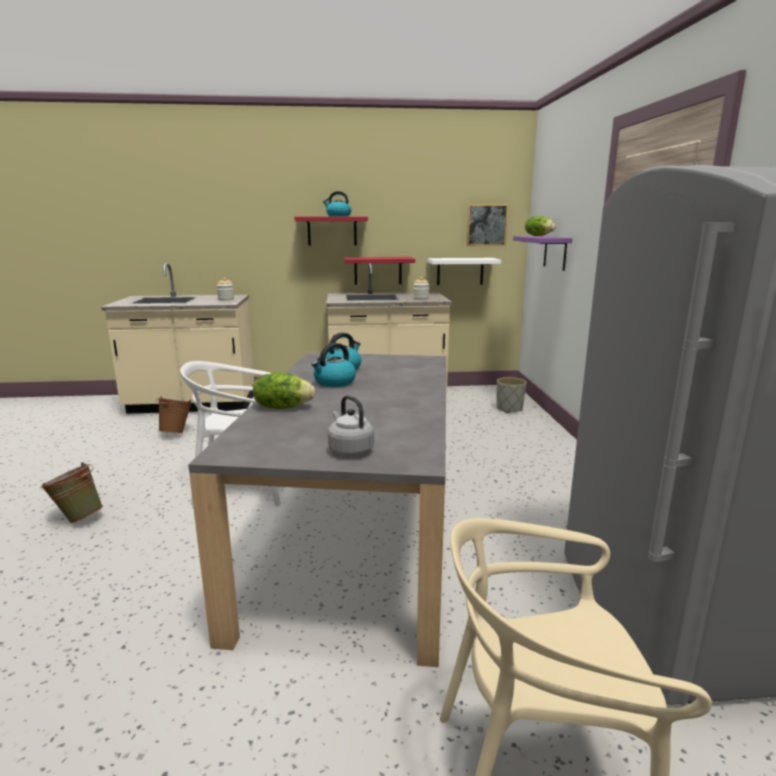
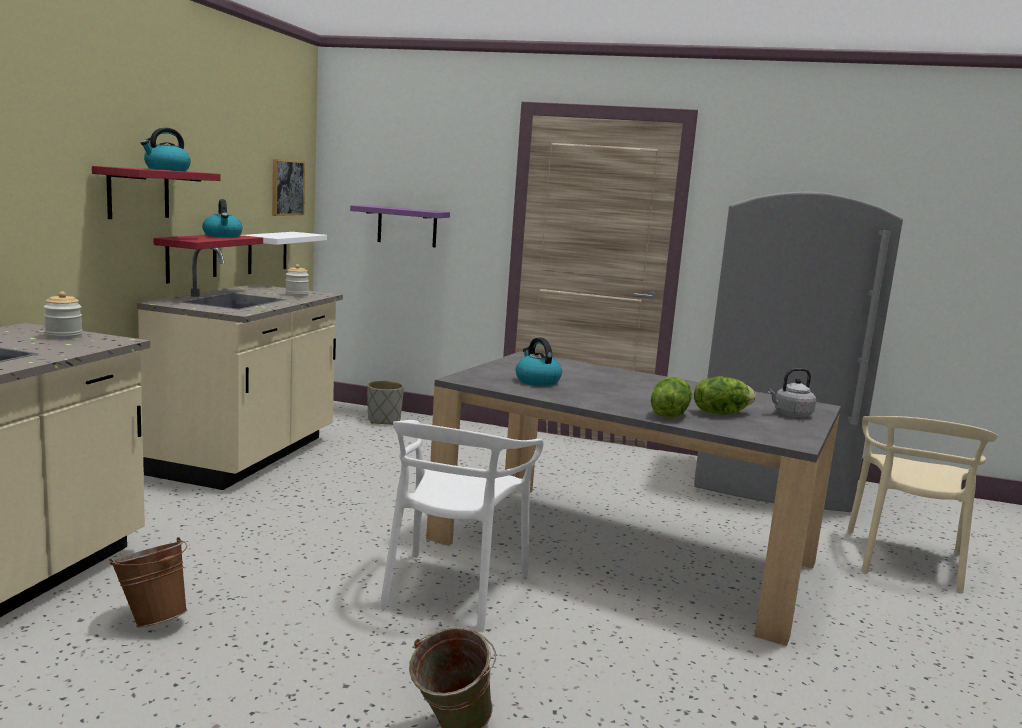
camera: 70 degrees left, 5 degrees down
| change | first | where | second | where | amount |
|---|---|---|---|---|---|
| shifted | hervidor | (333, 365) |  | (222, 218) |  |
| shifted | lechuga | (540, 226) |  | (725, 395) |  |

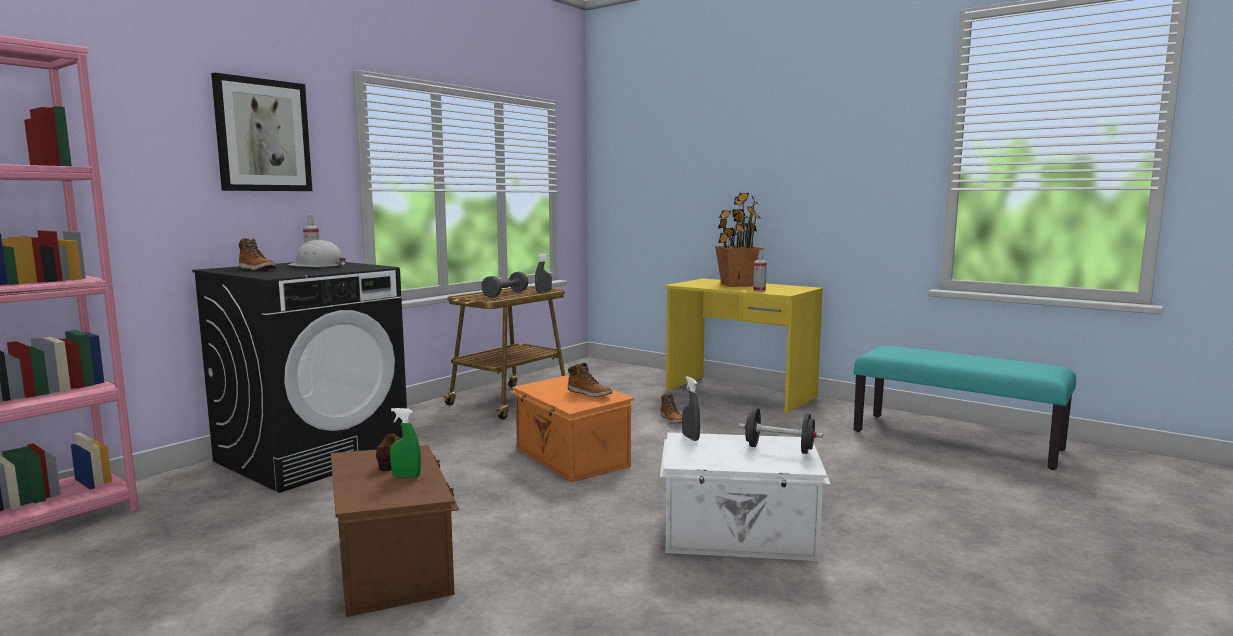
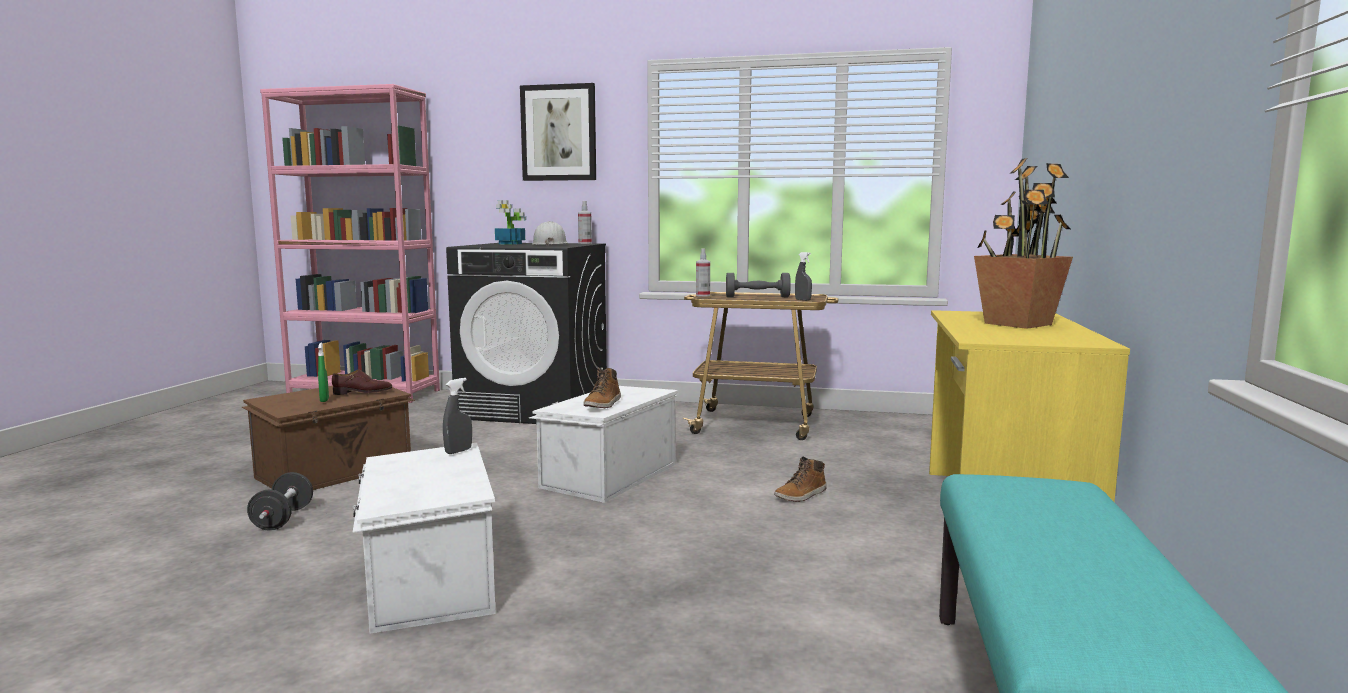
camera: 65 degrees right, 0 degrees up
| change | first | where | second | where | amount |
|---|---|---|---|---|---|
| swapped | bota | (257, 254) | planta en maceta | (510, 222) |  |
| repainted | caja de almacenaje/naranja | (572, 428) | caja de almacenaje/blanco | (603, 444) |  |
| shifted | mancuerna/negro | (781, 431) |  | (280, 501) |  |
| shifted | pulverizador | (760, 271) |  | (703, 272) |  |

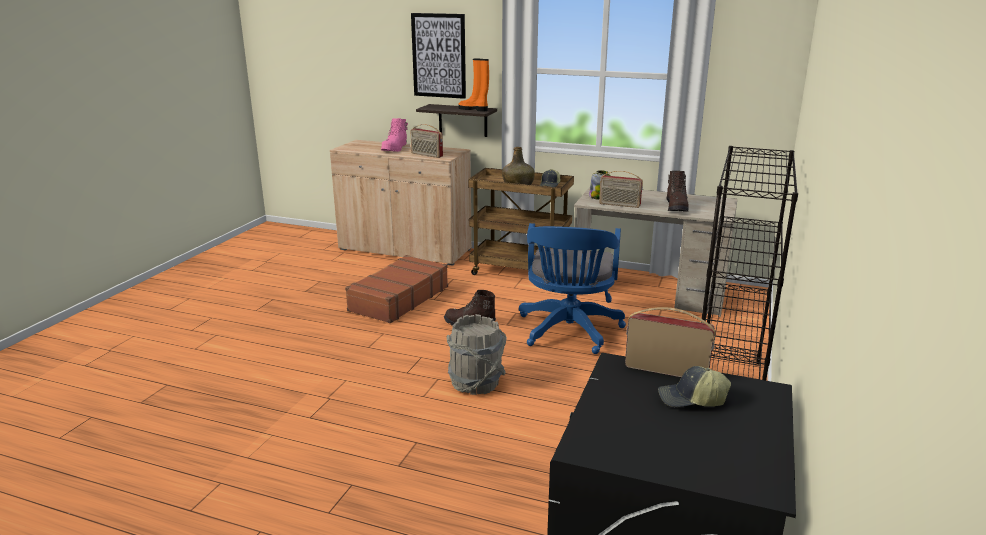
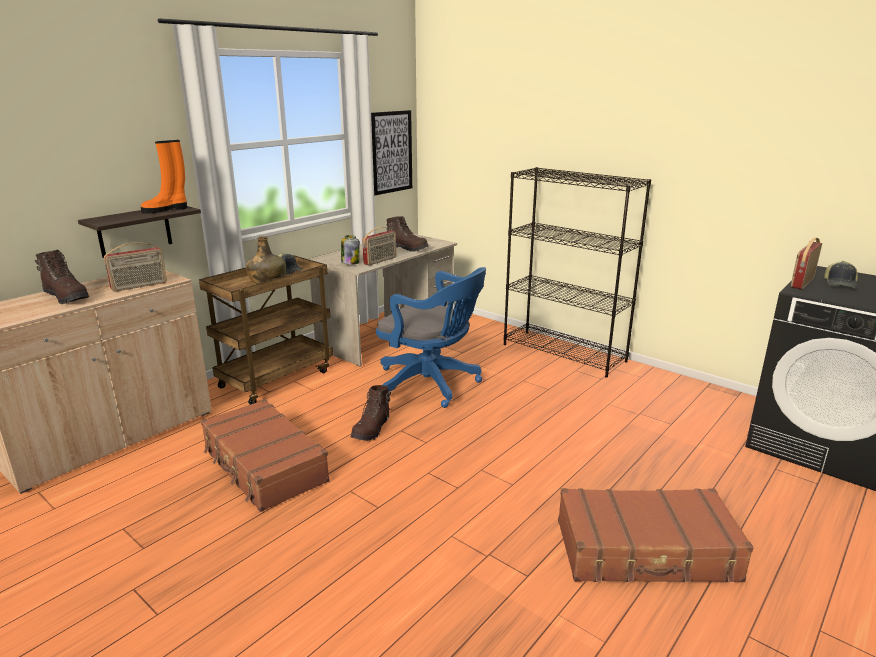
camera: 70 degrees left, 0 degrees up
| change | first | where | second | where | amount |
|---|---|---|---|---|---|
| repainted | bota/rosa | (394, 135) | bota/marrón | (62, 277) |  |
| shifted | cuadro | (438, 56) |  | (391, 152) |  |
| gone | cubo/gris | (477, 354) |  |  |  |
| new |  |  | maleta/marrón | (656, 535) |  |

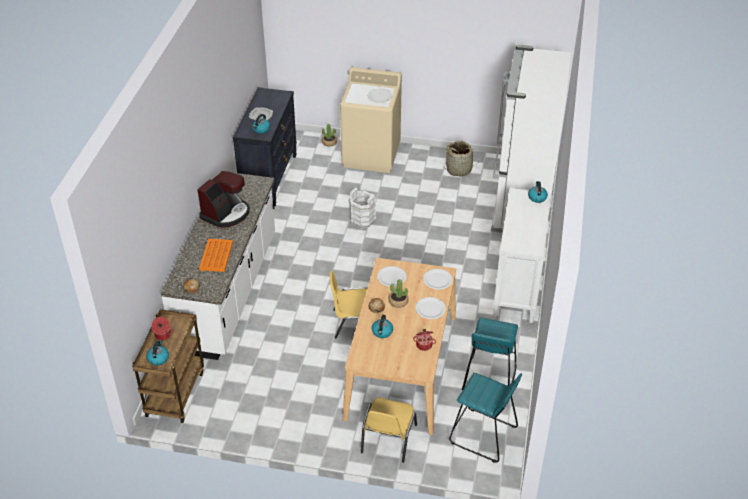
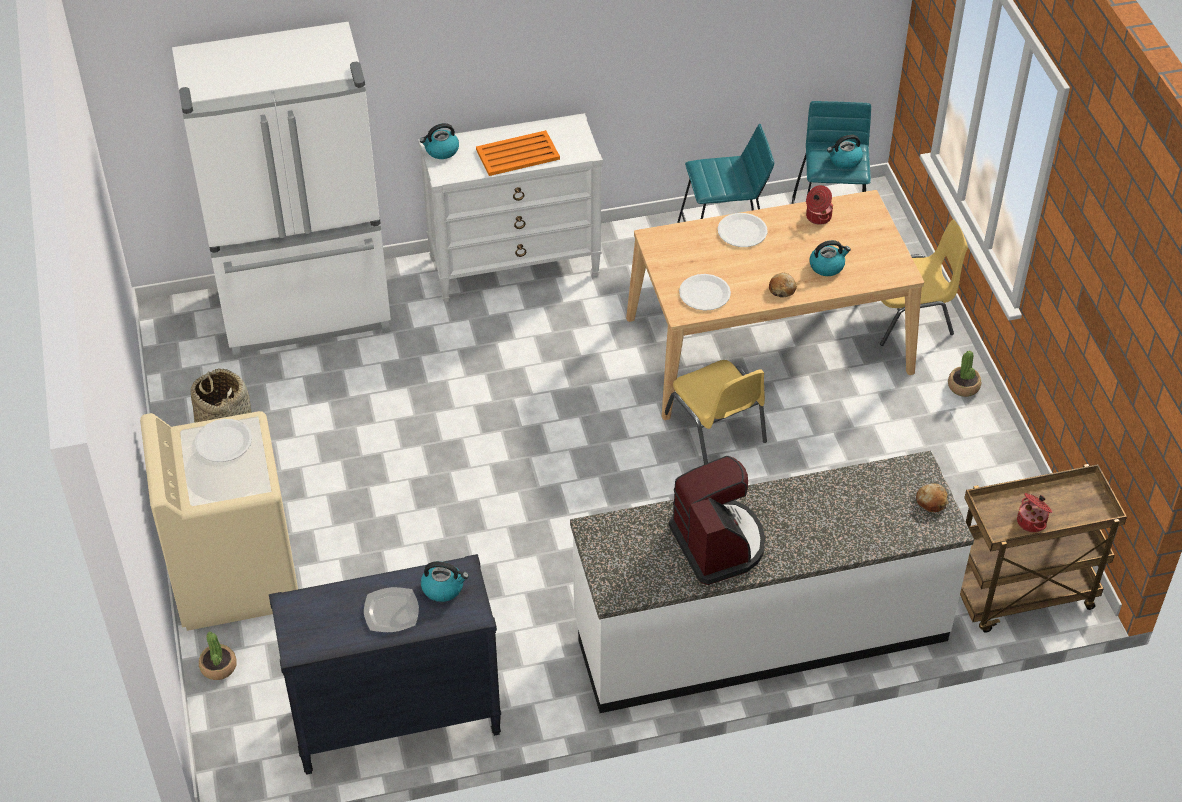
camera: 115 degrees left, 5 degrees up
| change | first | where | second | where | amount |
|---|---|---|---|---|---|
| shifted | hervidor | (157, 352) |  | (845, 151) |  |
| rotated | cafetera | (223, 199) |  | (717, 520) | 60 degrees clockwise |
| shifted | bandeja/naranja | (216, 255) |  | (518, 153) |  |
| gone | cubo/blanco | (363, 207) |  |  |  |
| shifted | planta en maceta | (398, 293) |  | (964, 374) |  |
| gone | plato/blanco | (438, 279) |  |  |  |

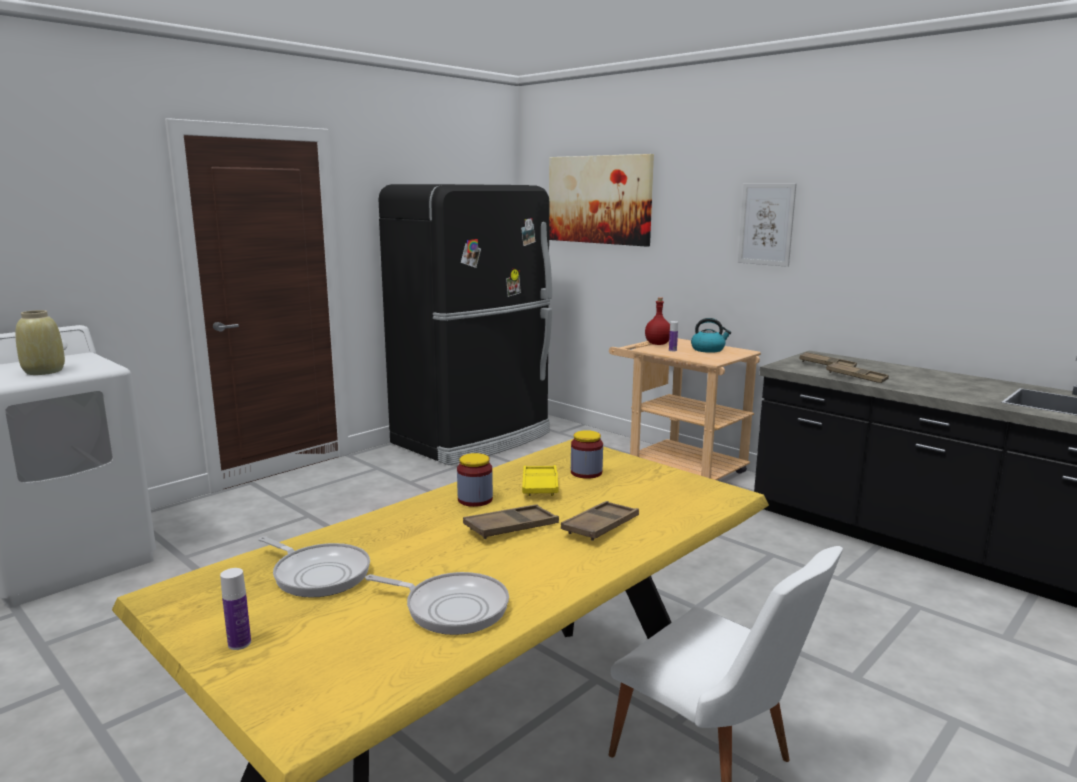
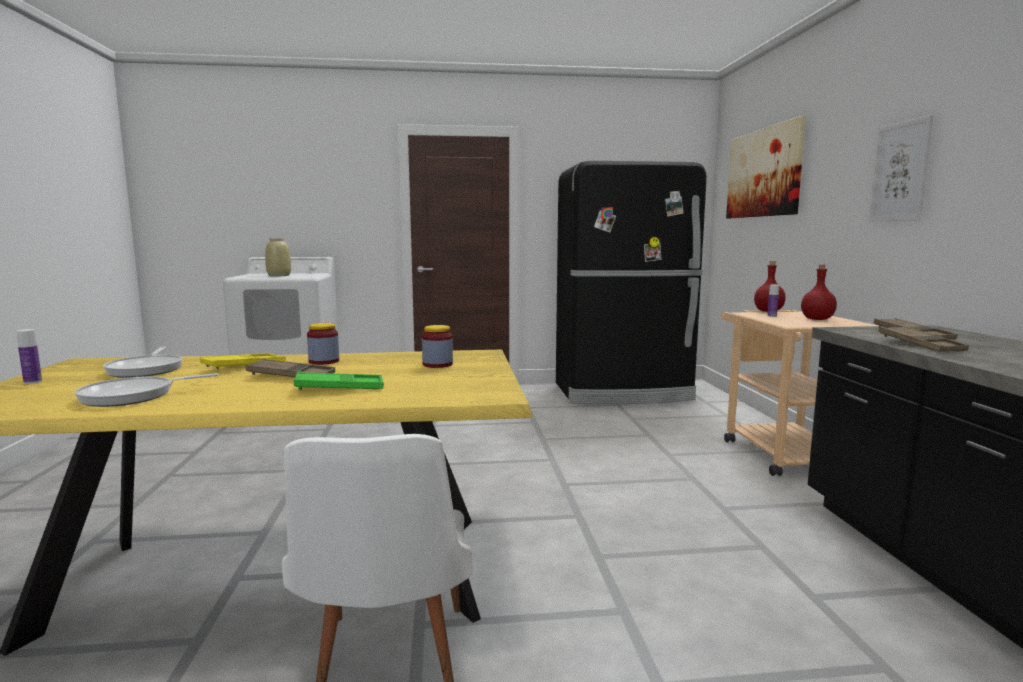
camera: 40 degrees right, 5 degrees down
| change | first | where | second | where | amount |
|---|---|---|---|---|---|
| rotated | sartén | (437, 603) |  | (147, 390) | 90 degrees clockwise |
| shifted | bandeja/amarillo | (540, 480) |  | (243, 361) |  |
| repainted | bandeja/marrón | (600, 521) | bandeja/verde | (339, 381) |  |
| swapped | hervidor | (711, 335) | botella/rojo | (819, 292) |  |

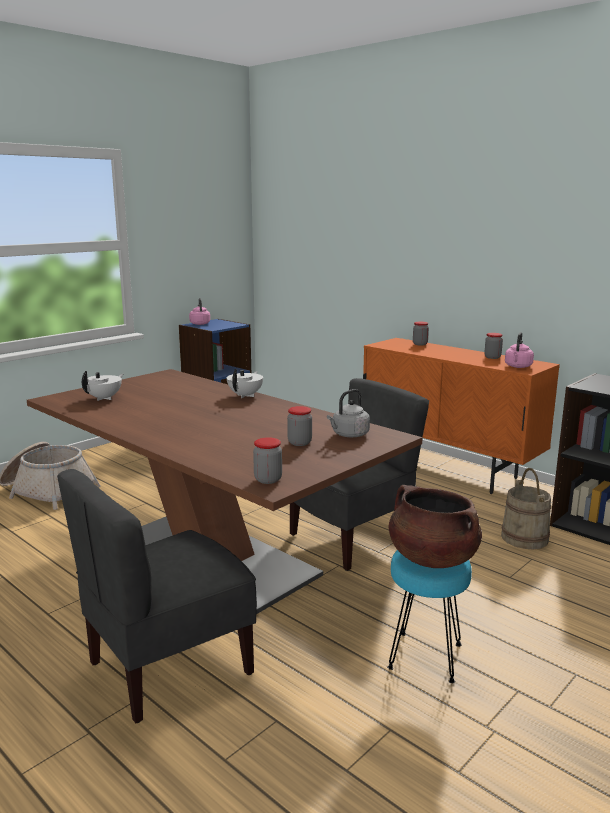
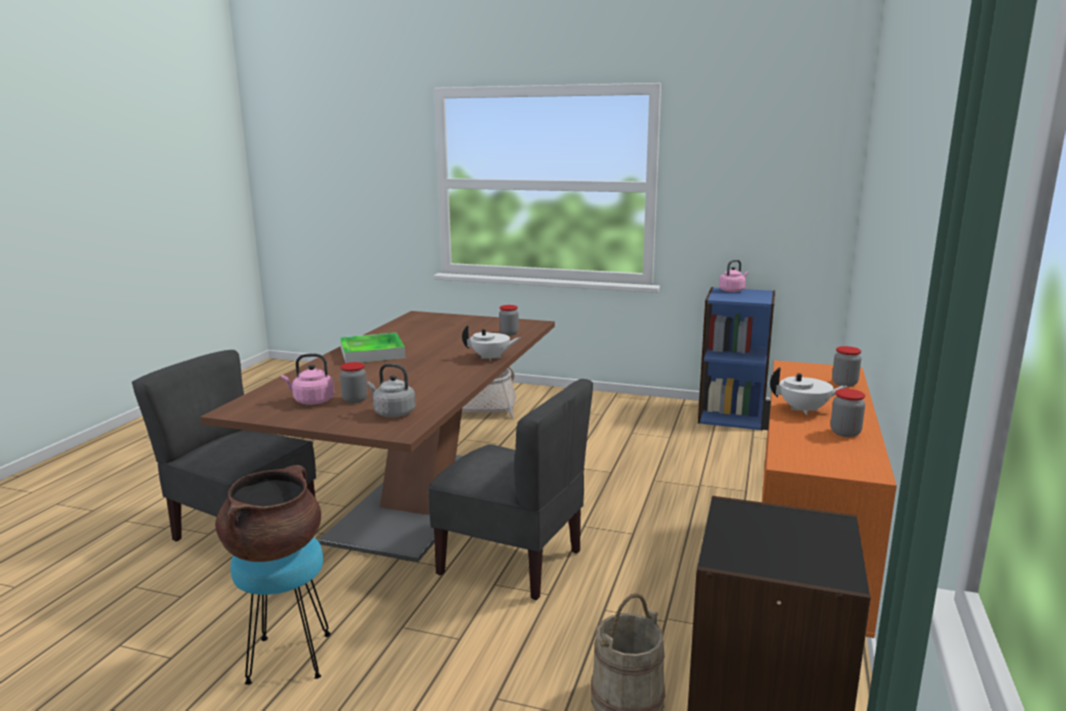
camera: 65 degrees right, 0 degrees up
| change | first | where | second | where | amount |
|---|---|---|---|---|---|
| shifted | tetera/blanco | (102, 386) |  | (808, 391) |  |
| shifted | tarro | (267, 460) |  | (509, 320) |  |
| shifted | hervidor/rosa | (519, 350) |  | (307, 379) |  |
| new |  |  | bandeja | (373, 348) |  |

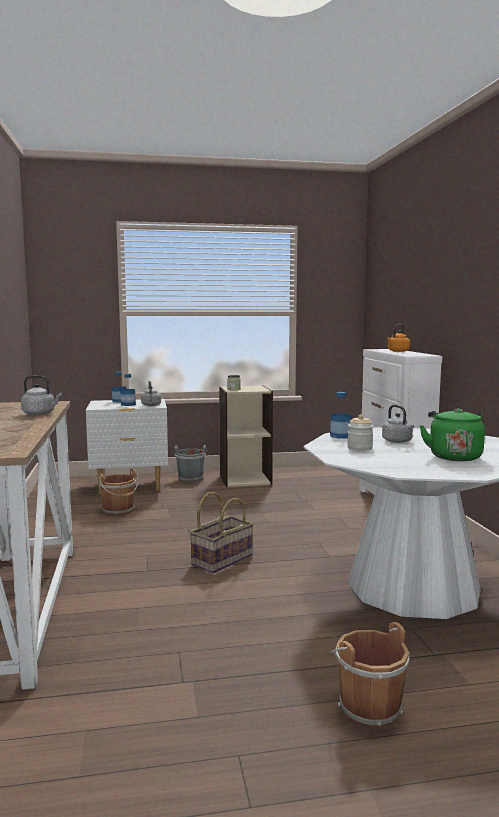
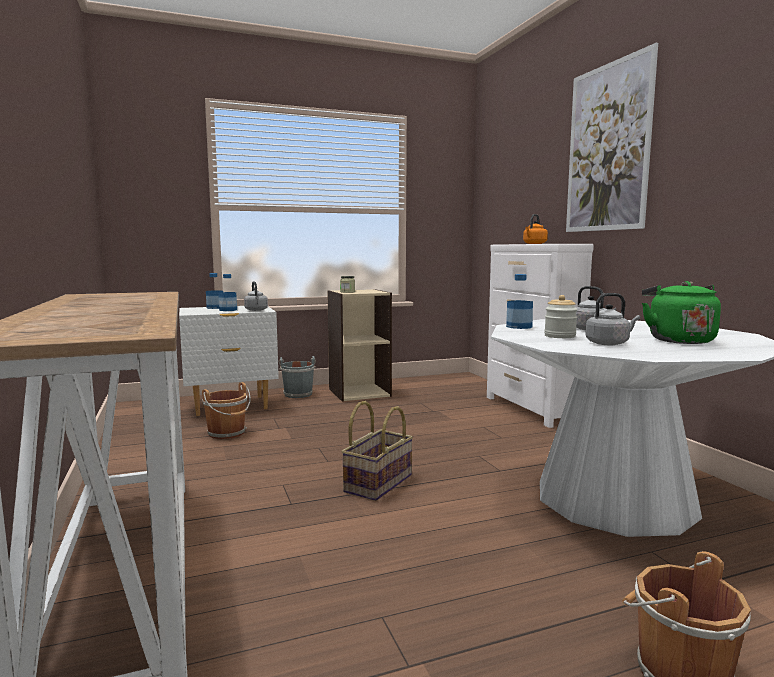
camera: 10 degrees left, 0 degrees up
| change | first | where | second | where | amount |
|---|---|---|---|---|---|
| shifted | hervidor/gris | (41, 395) |  | (612, 319) |  |
| new |  |  | cuadro | (612, 137) |  |

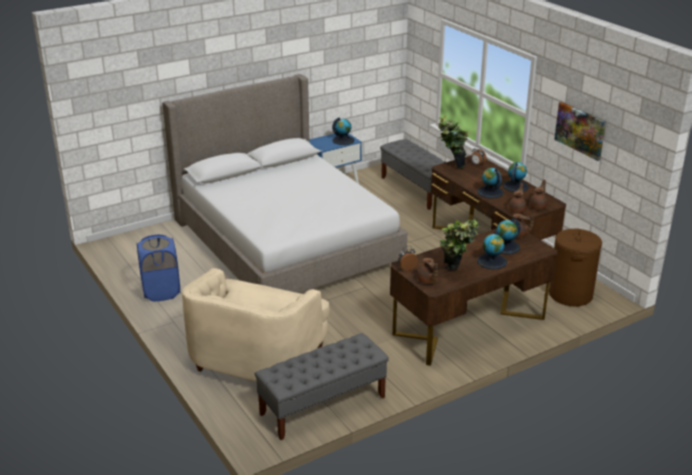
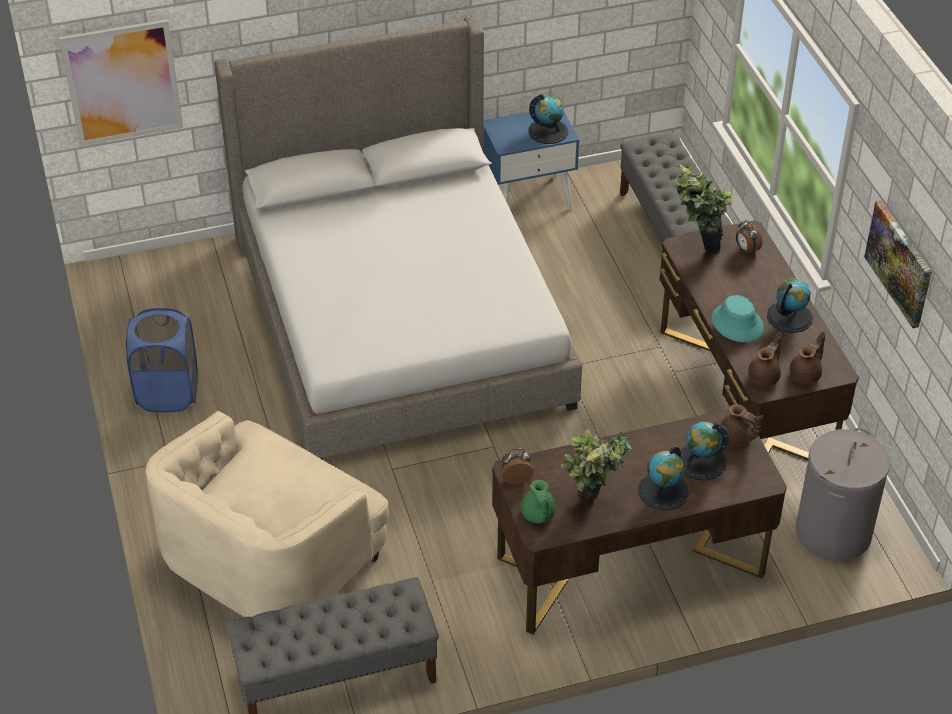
camera: 15 degrees right, 15 degrees up
| change | first | where | second | where | amount |
|---|---|---|---|---|---|
| repainted | tetera/marrón | (428, 271) | tetera/verde | (538, 501) |  |
| swapped | globo terráqueo | (490, 183) | sombrero/turquesa | (738, 318) |  |
| repainted | cesto de la ropa/marrón | (575, 267) | cesto de la ropa/gris | (842, 494) |  |
| new |  |  | cuadro | (121, 82) |  |

